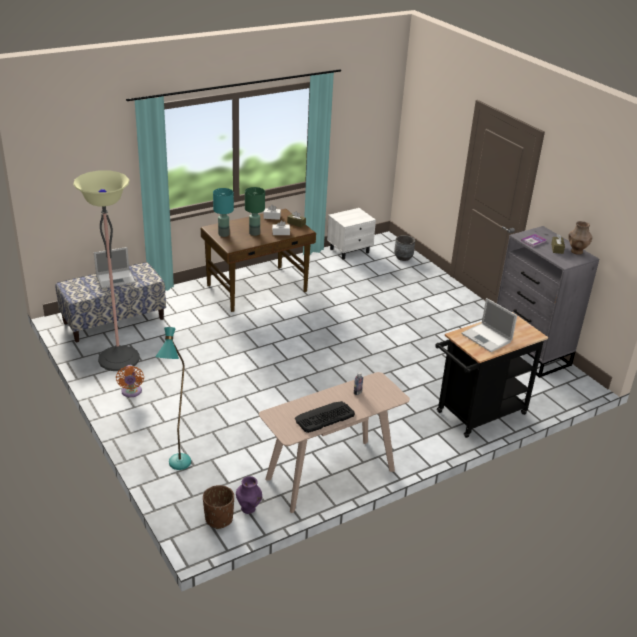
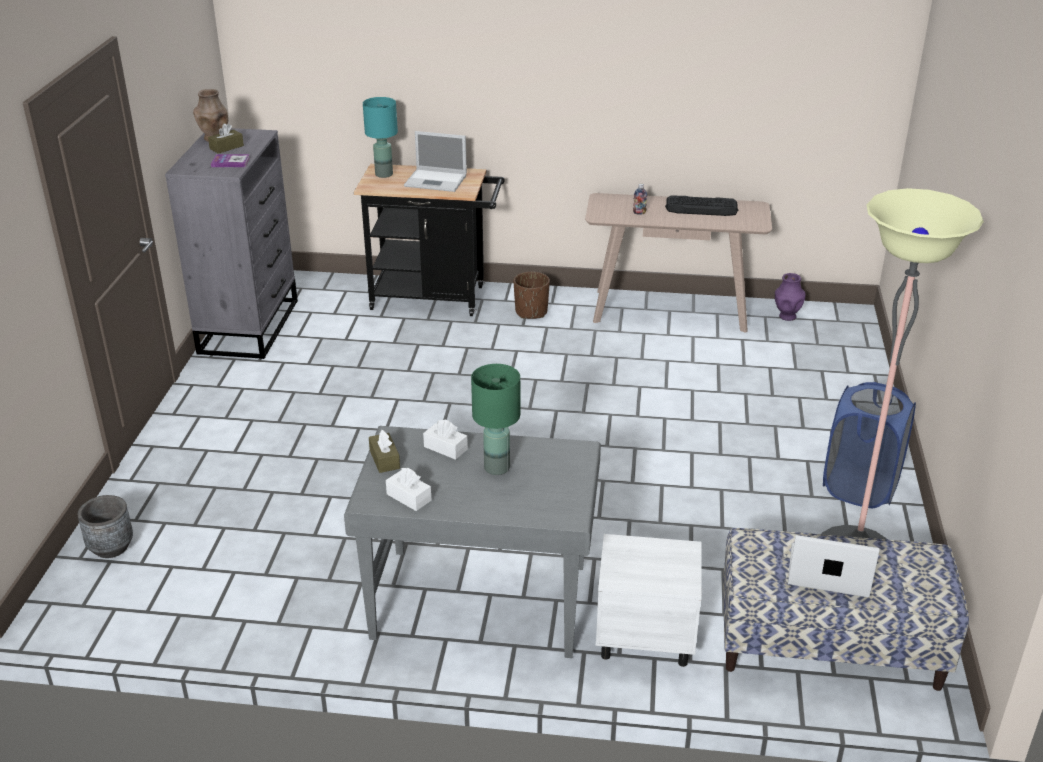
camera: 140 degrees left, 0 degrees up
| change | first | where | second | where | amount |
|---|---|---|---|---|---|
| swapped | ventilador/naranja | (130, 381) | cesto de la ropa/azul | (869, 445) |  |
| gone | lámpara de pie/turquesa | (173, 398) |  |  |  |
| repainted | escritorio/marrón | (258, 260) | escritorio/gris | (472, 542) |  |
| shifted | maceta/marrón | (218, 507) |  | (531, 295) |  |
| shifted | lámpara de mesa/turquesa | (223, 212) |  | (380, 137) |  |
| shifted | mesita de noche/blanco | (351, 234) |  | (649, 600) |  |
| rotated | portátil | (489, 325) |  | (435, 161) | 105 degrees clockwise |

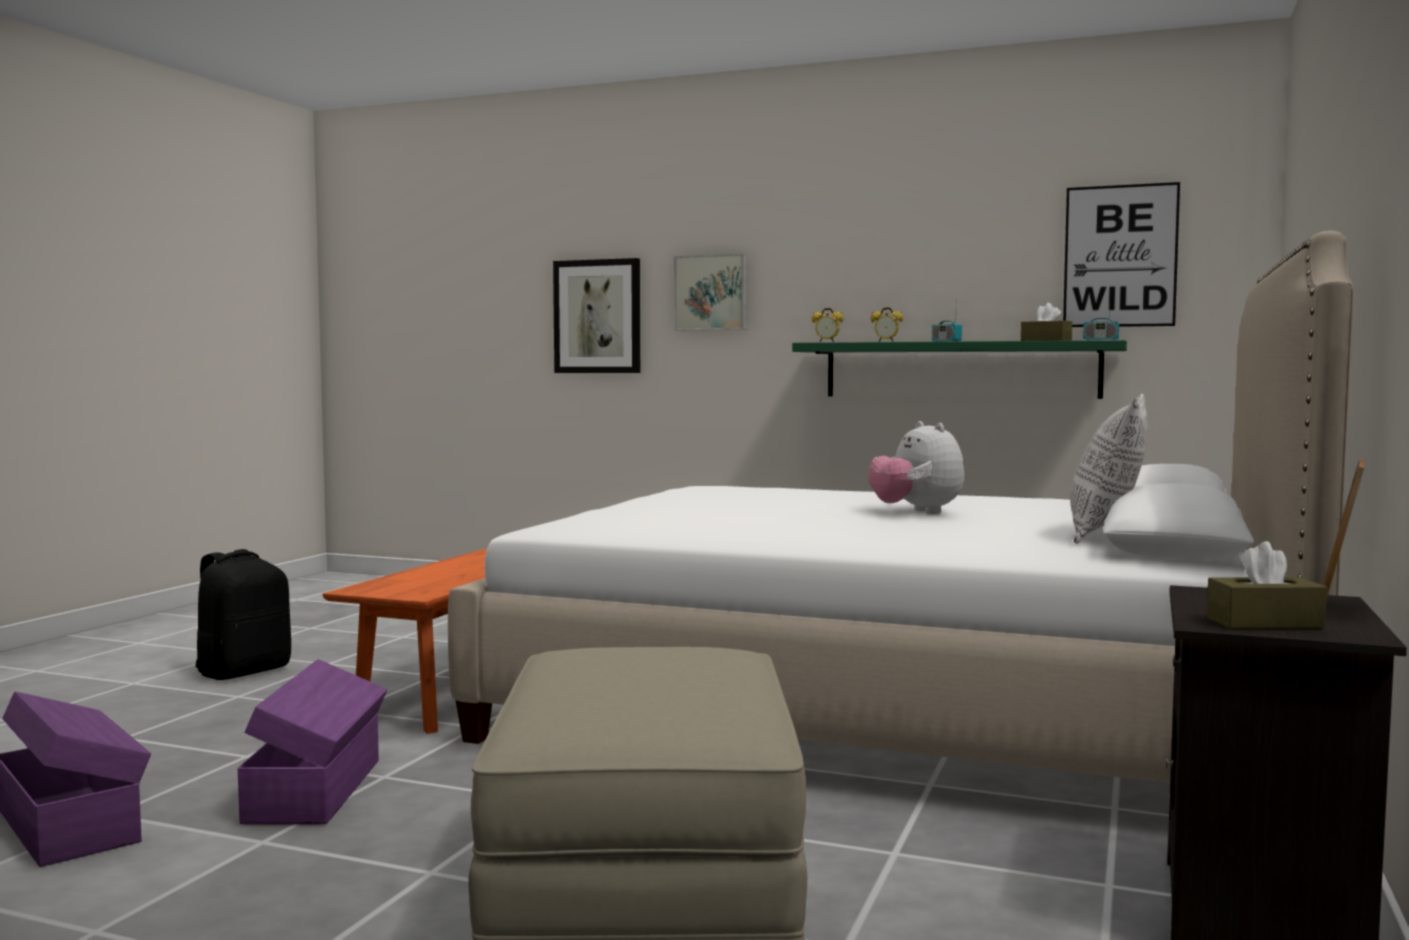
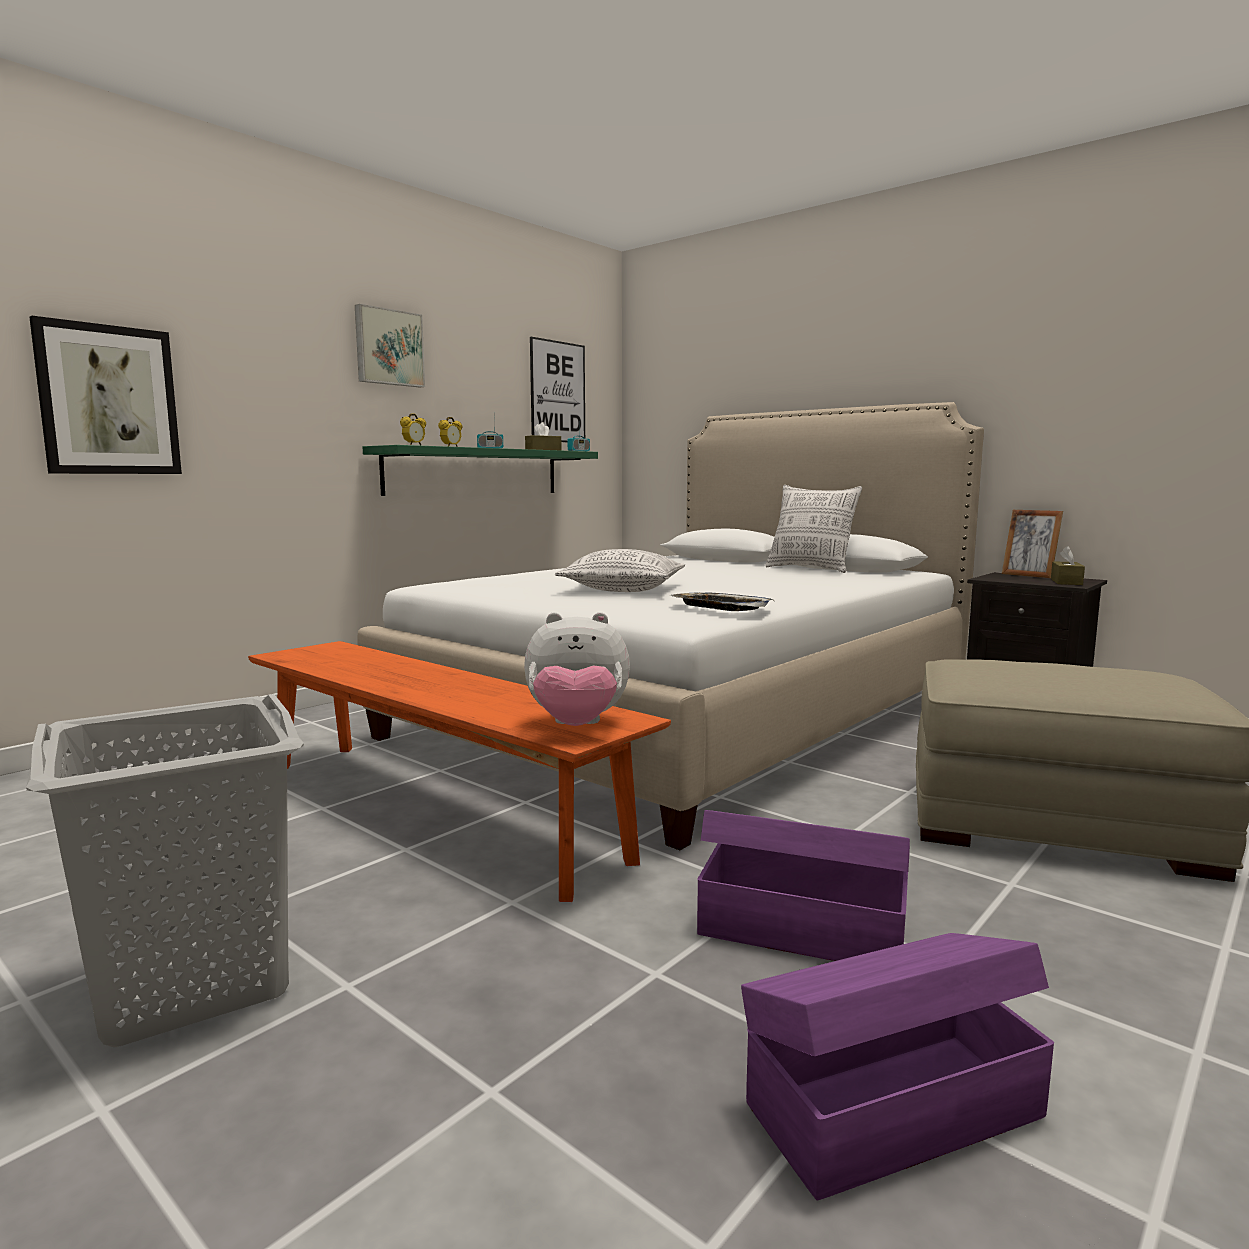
camera: 70 degrees left, 5 degrees up
| change | first | where | second | where | amount |
|---|---|---|---|---|---|
| swapped | mochila/negro | (243, 614) | cesto de la ropa/gris | (165, 871) |  |
| shifted | cuadro | (710, 292) |  | (390, 345) |  |
| shifted | peluche | (916, 467) |  | (577, 669) |  |
| new |  |  | cojín | (620, 570) |  |
| new |  |  | bandeja | (722, 602) |  |

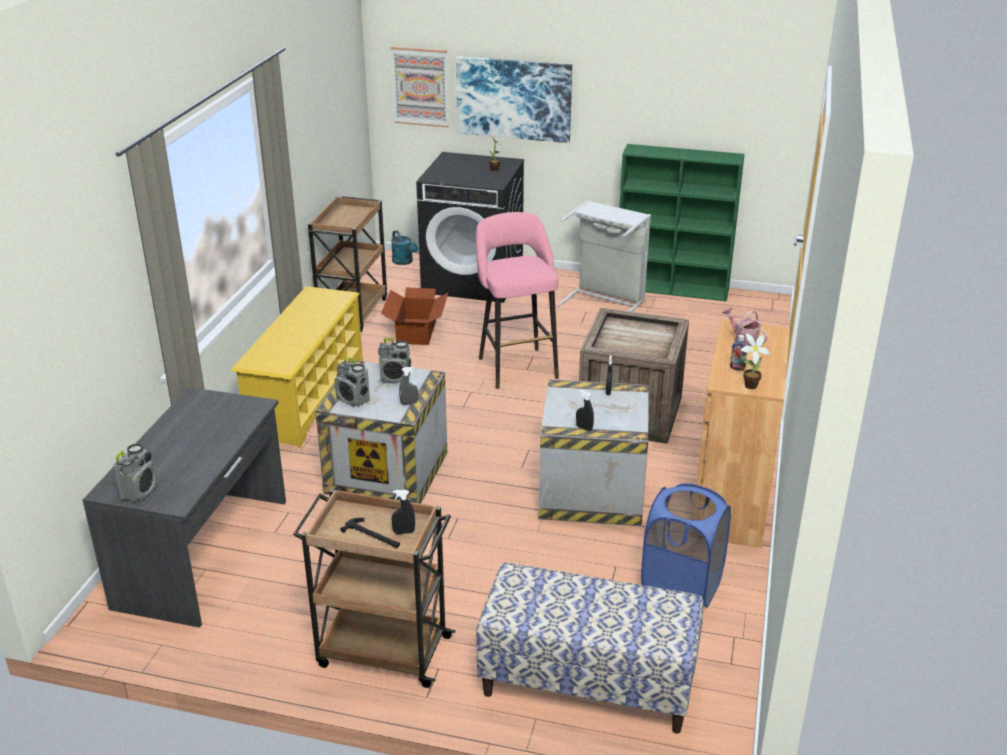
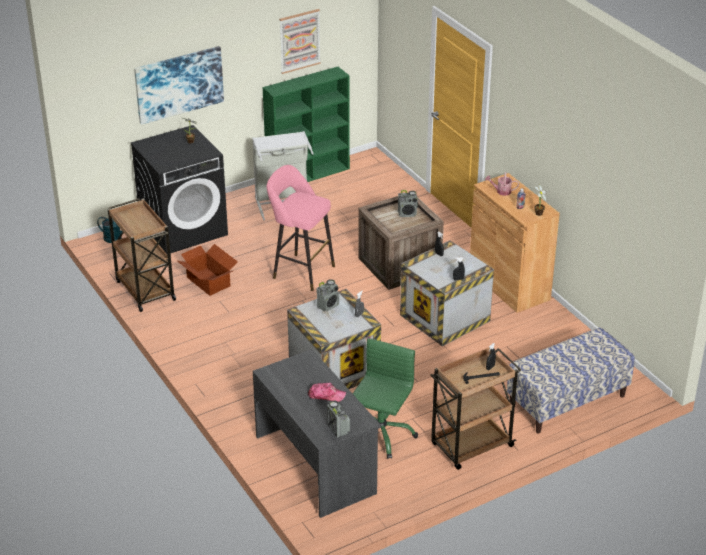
camera: 45 degrees left, 5 degrees up
| change | first | where | second | where | amount |
|---|---|---|---|---|---|
| gone | zapatero/amarillo | (297, 367) |  |  |  |
| shifted | radio | (352, 381) |  | (408, 203) |  |
| shifted | cuadro | (420, 87) |  | (300, 41) |  |
| gone | cesto de la ropa/azul | (686, 545) |  |  |  |
| new |  |  | gorra | (327, 392) |  |
| new |  |  | silla de oficina/verde | (385, 398) |  |

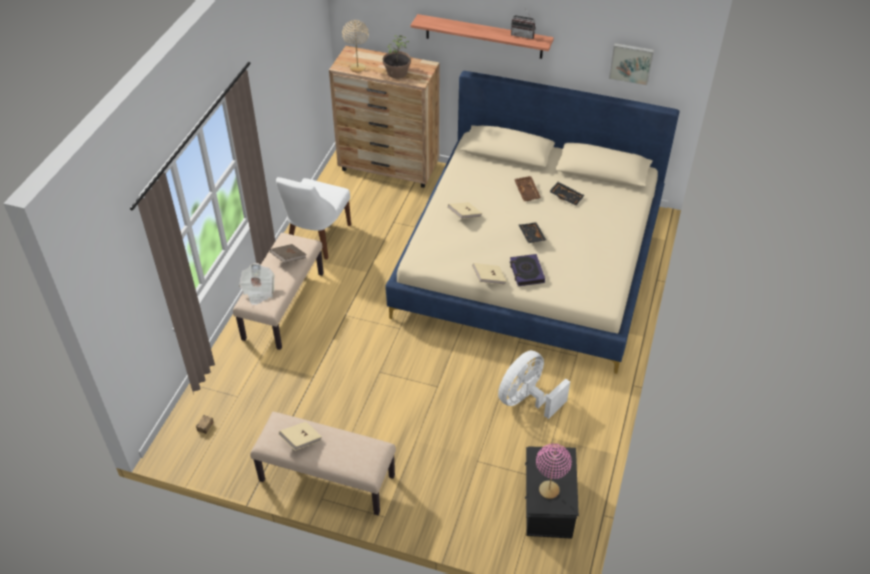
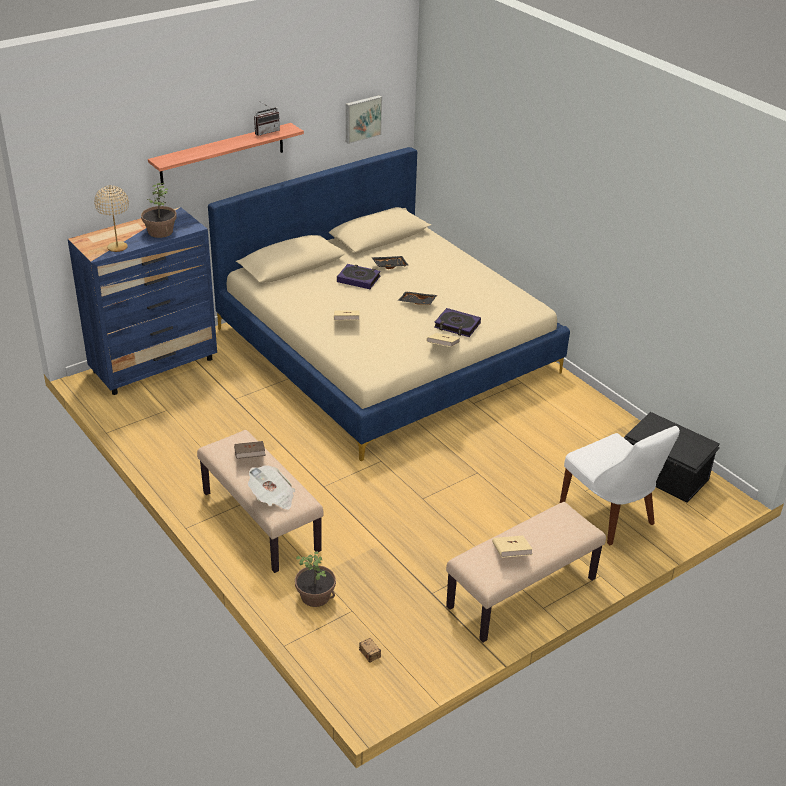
camera: 55 degrees left, 10 degrees down
| change | first | where | second | where | amount |
|---|---|---|---|---|---|
| shifted | silla/blanco | (313, 218) |  | (620, 485) |  |
| repainted | cómoda/marrón | (384, 117) | cómoda/azul | (142, 301) |  |
| gone | ventilador/blanco | (534, 384) |  |  |  |
| swapped | bandeja/marrón | (527, 188) | libro | (359, 276) |  |
| gone | lámpara de mesa/rosa | (554, 471) |  |  |  |
| new |  |  | planta en maceta | (315, 579) |  |

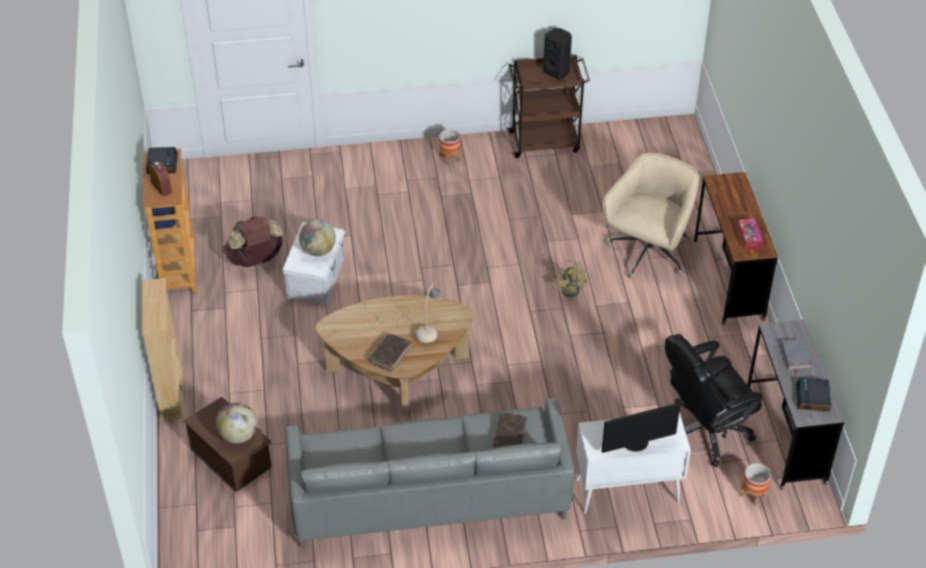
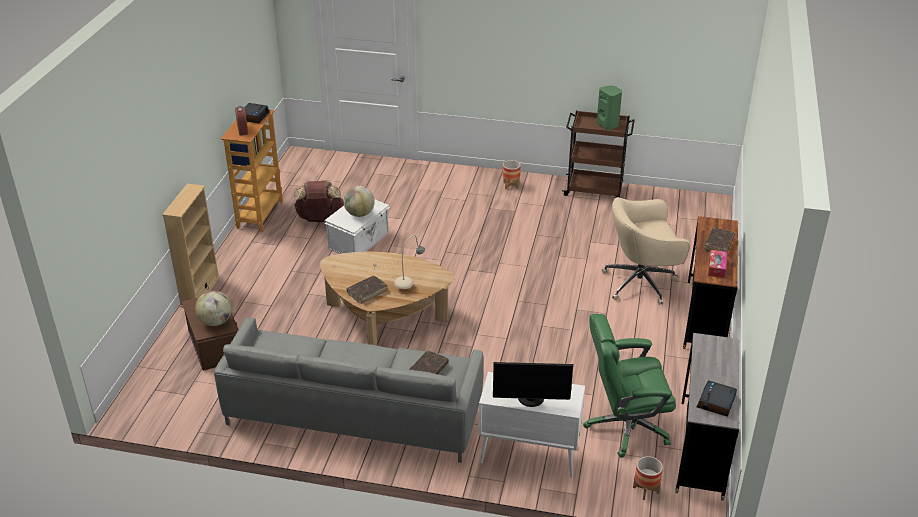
camera: 20 degrees right, 10 degrees down
| change | first | where | second | where | amount |
|---|---|---|---|---|---|
| repainted | altavoz/negro | (557, 54) | altavoz/verde | (609, 107) |  |
| gone | ventilador/amarillo | (572, 280) |  |  |  |
| rotated | silla de oficina/beis | (651, 216) |  | (646, 251) | 150 degrees counterclockwise |
| repainted | silla de oficina/negro | (714, 400) | silla de oficina/verde | (629, 386) |  |
| gone | libro/gris | (797, 357) |  |  |  |
| new |  |  | libro/marrón | (719, 240) |  |

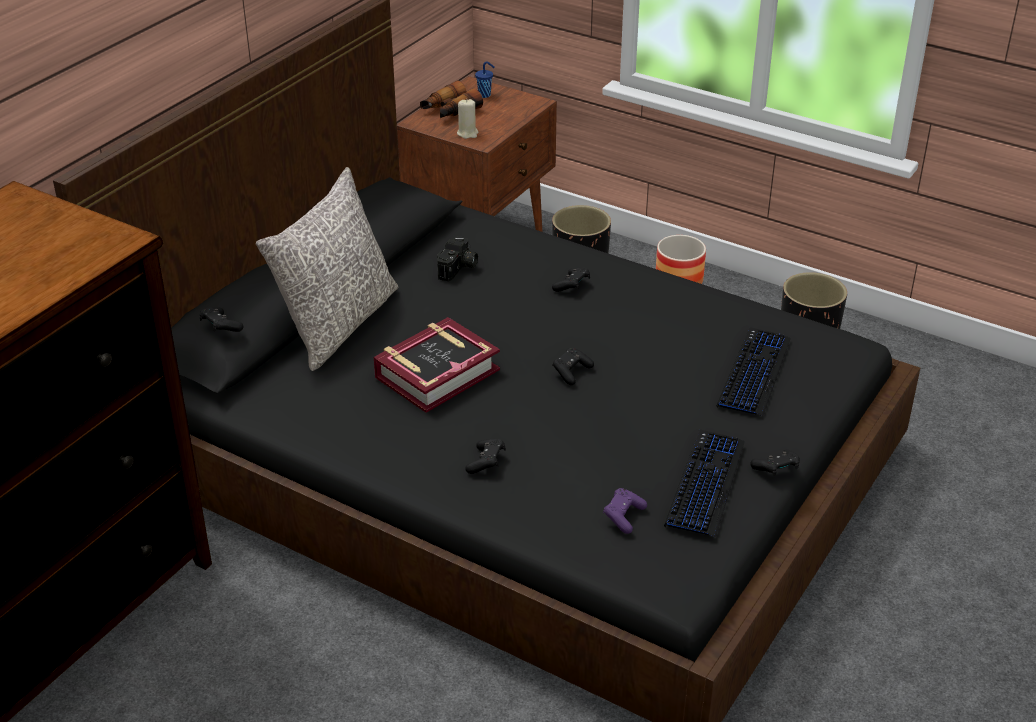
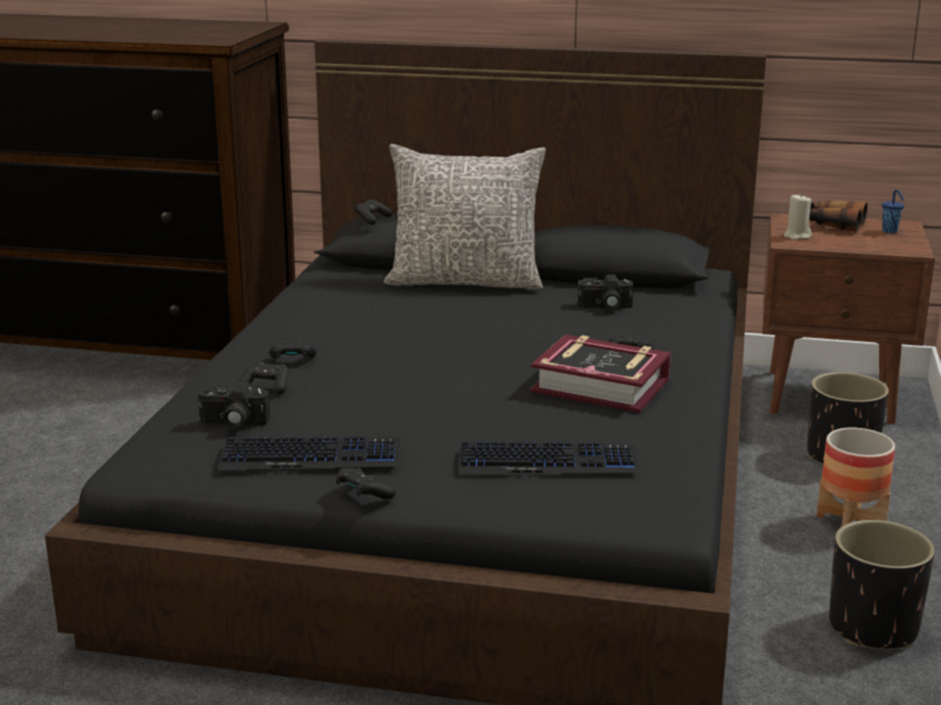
camera: 70 degrees right, 15 degrees down
| change | first | where | second | where | amount |
|---|---|---|---|---|---|
| shifted | libro | (437, 365) |  | (601, 374) |  |
| shifted | mando de consola/negro | (573, 366) |  | (263, 378) |  |
| swapped | mando de consola/morado | (625, 511) | cámara | (234, 405) |  |

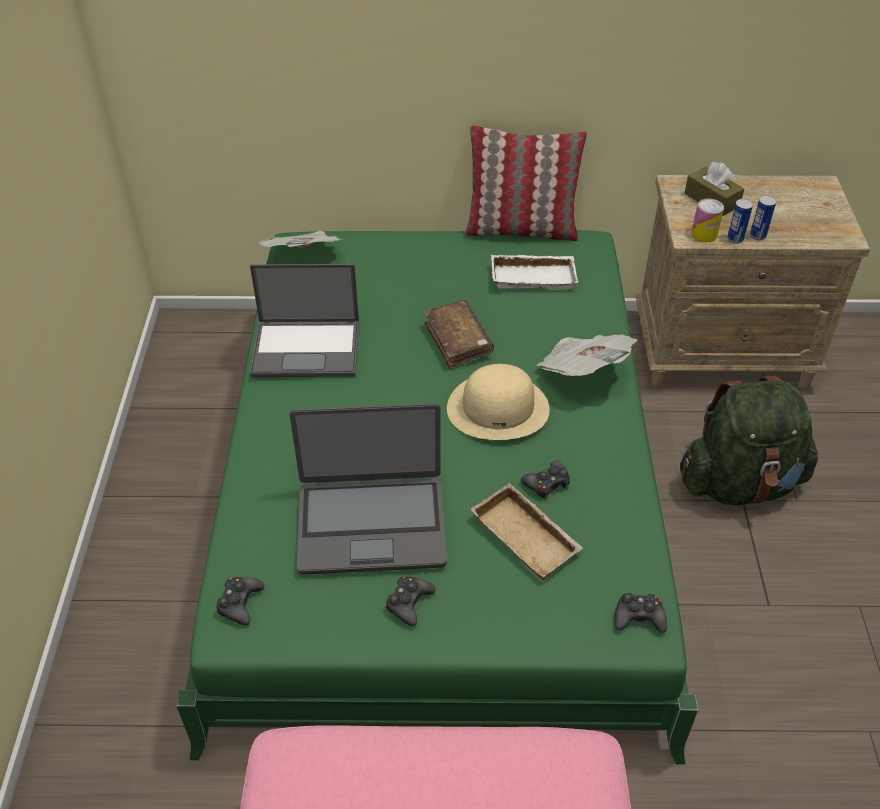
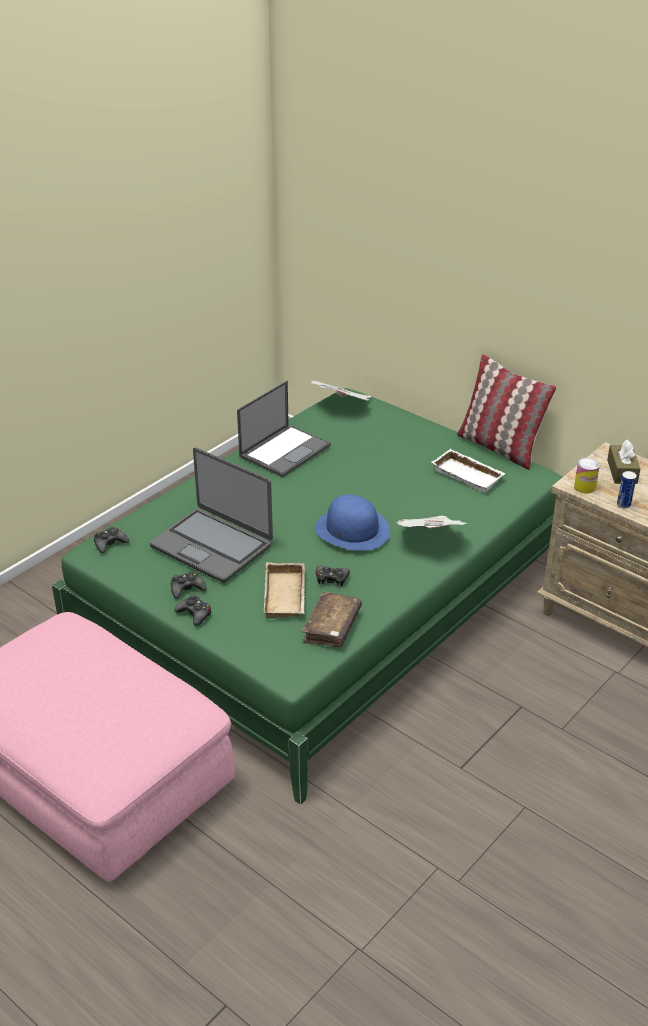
camera: 40 degrees right, 10 degrees down
| change | first | where | second | where | amount |
|---|---|---|---|---|---|
| rotated | portátil | (304, 320) |  | (284, 429) | 90 degrees counterclockwise |
| shifted | libro/marrón | (458, 335) |  | (332, 619) |  |
| repainted | sombrero/beis | (498, 402) | sombrero/azul | (352, 523) |  |
| shifted | mando de consola/negro | (641, 613) |  | (192, 610) |  |
| gone | mochila/verde | (749, 440) |  |  |  |
| gone | lata | (740, 221) |  |  |  |

